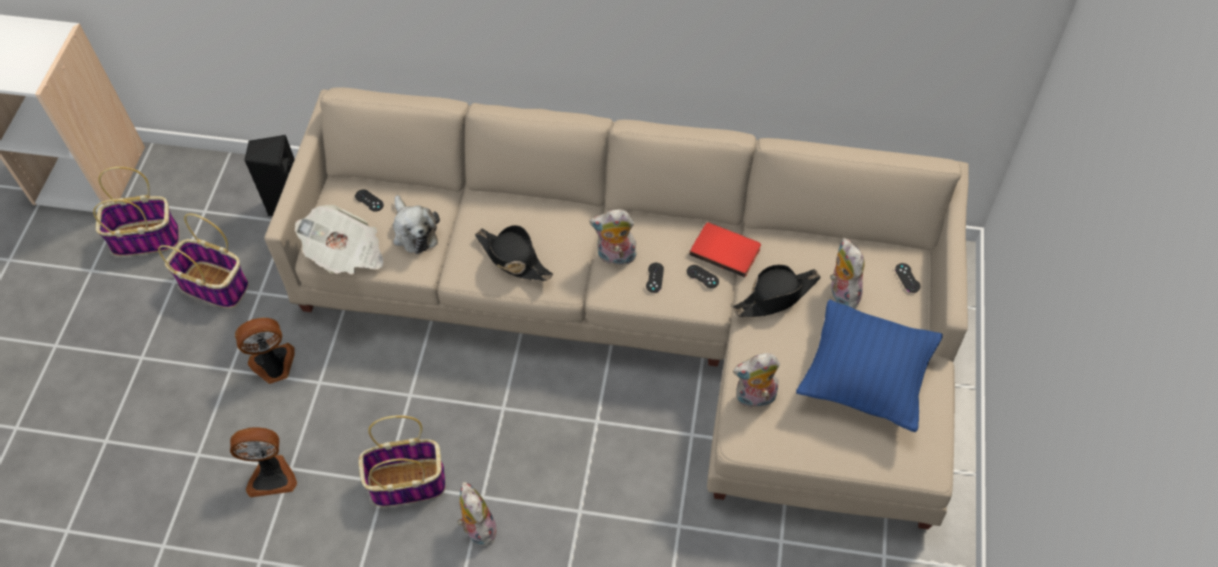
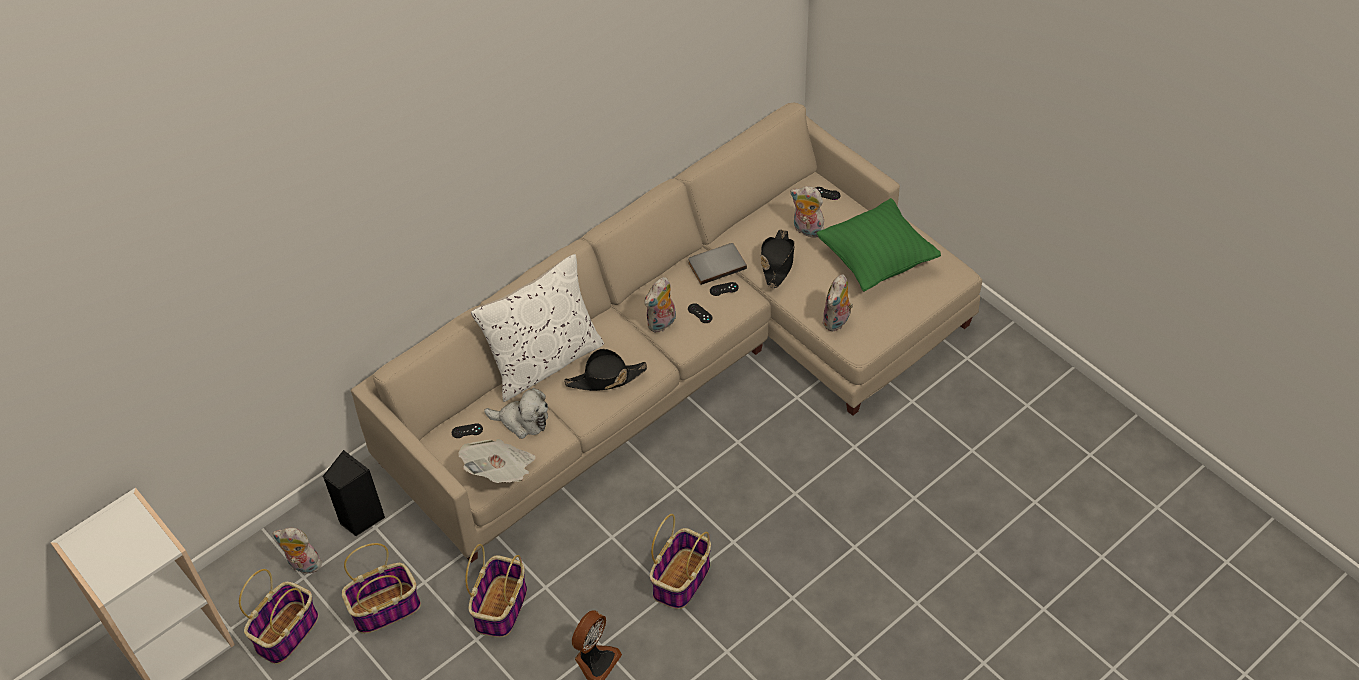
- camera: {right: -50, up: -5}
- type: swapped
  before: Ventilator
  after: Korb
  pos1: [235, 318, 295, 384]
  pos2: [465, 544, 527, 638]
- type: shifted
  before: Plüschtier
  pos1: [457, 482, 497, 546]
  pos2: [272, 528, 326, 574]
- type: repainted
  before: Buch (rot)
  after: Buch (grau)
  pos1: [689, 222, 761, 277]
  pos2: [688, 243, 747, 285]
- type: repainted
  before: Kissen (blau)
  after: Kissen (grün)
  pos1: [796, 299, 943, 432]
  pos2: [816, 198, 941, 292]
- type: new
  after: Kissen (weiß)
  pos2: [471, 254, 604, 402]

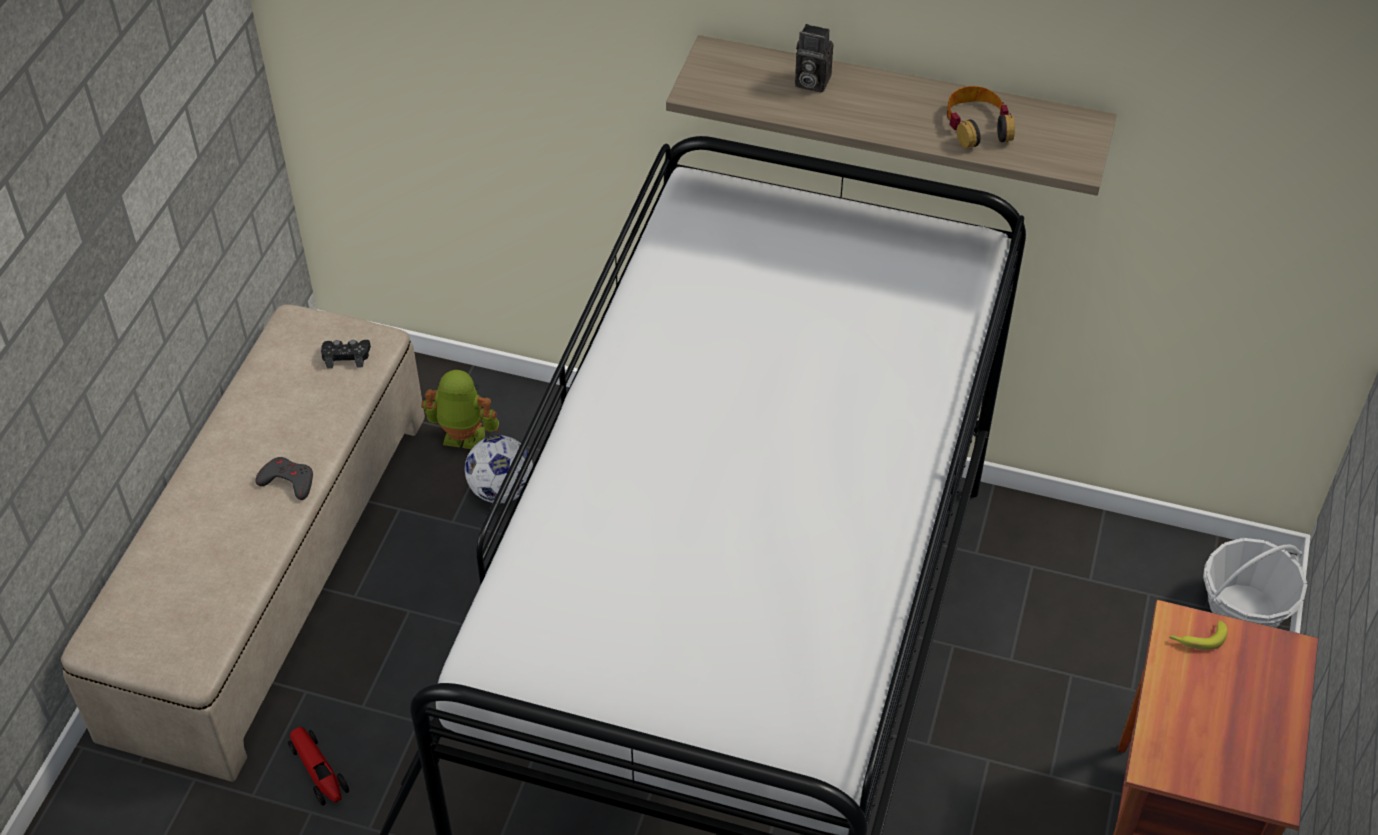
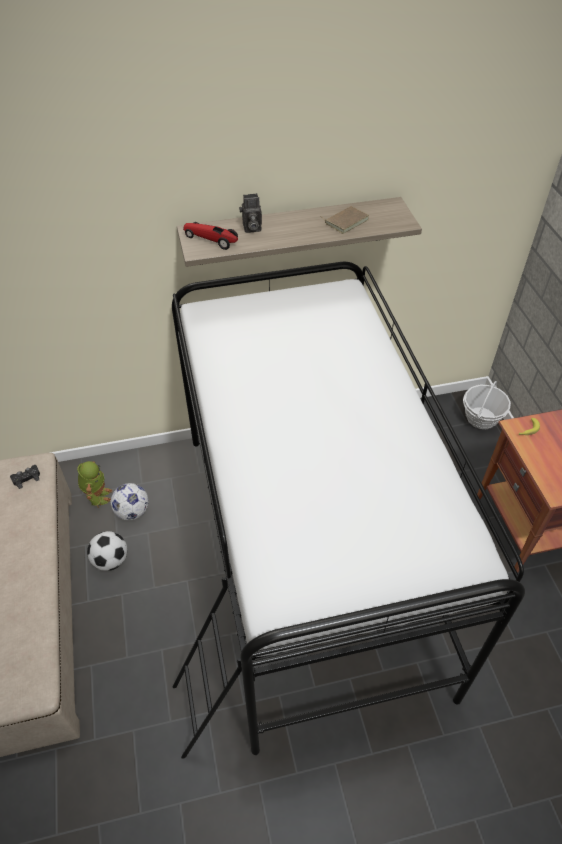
- camera: {right: -30, up: 0}
- type: gone
  before: Gamepad (grau)
  pos1: [255, 457, 313, 500]
- type: shifted
  before: Spielzeugauto
  pos1: [288, 727, 349, 806]
  pos2: [183, 222, 238, 250]
- type: rotated
  before: Spielzeugroboter
  pos1: [421, 370, 499, 449]
  pos2: [77, 461, 112, 508]
  turn: 105
- type: swapped
  before: Kopfhörer
  after: Buch (braun)
  pos1: [947, 86, 1015, 148]
  pos2: [320, 206, 369, 234]
- type: new
  after: Fußball
  pos2: [87, 531, 127, 571]

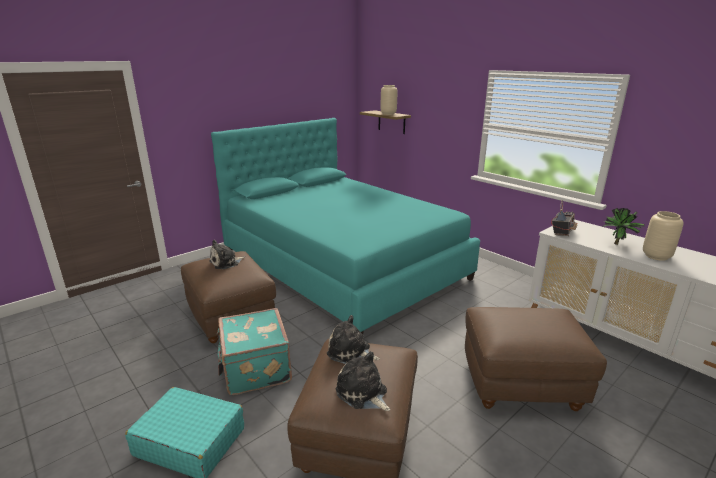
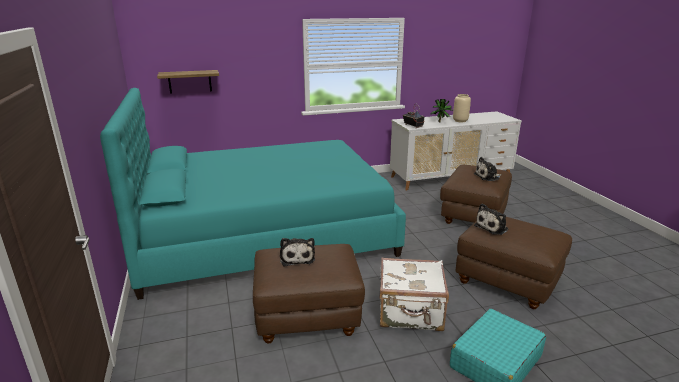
- camera: {right: -65, up: 0}
- type: repainted
  before: Koffer (türkis)
  after: Koffer (weiß)
  pos1: [217, 308, 292, 395]
  pos2: [379, 258, 449, 331]
- type: shifted
  before: Plüschtier
  pos1: [336, 351, 390, 411]
  pos2: [474, 157, 502, 181]
- type: gone
  before: Vase (beige)
  pos1: [381, 85, 397, 115]

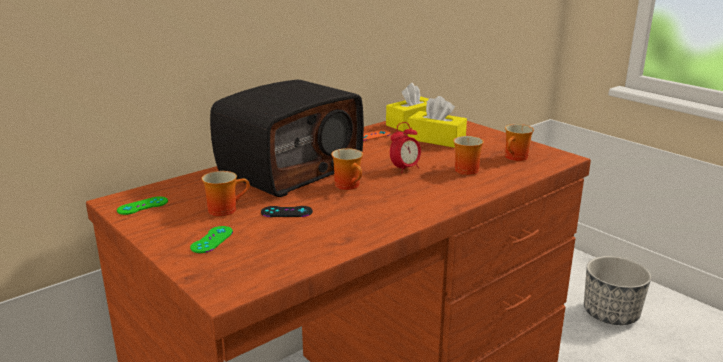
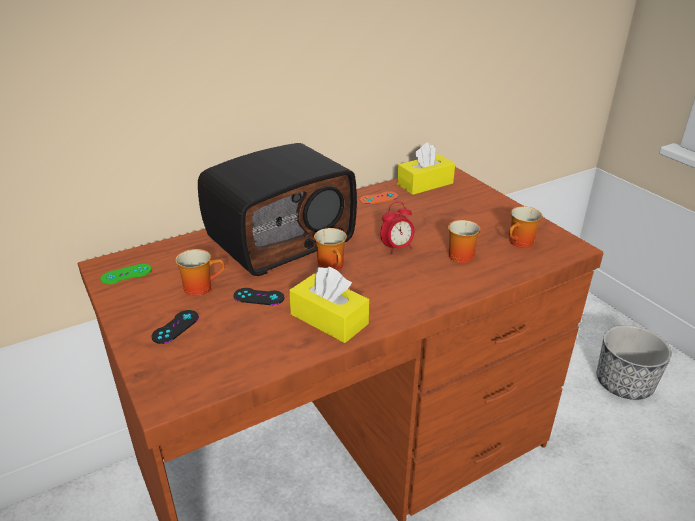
- camera: {right: 10, up: 10}
- type: repainted
  before: Gamepad (grün)
  after: Gamepad (schwarz)
  pos1: [190, 226, 233, 253]
  pos2: [151, 310, 199, 344]
- type: shifted
  before: Taschentuchbox (gelb)
  pos1: [408, 96, 467, 148]
  pos2: [289, 267, 369, 343]

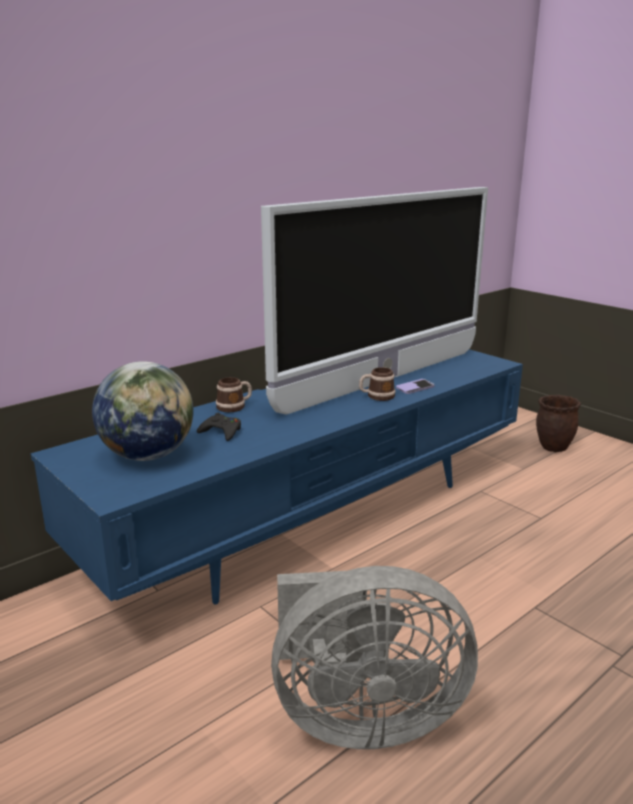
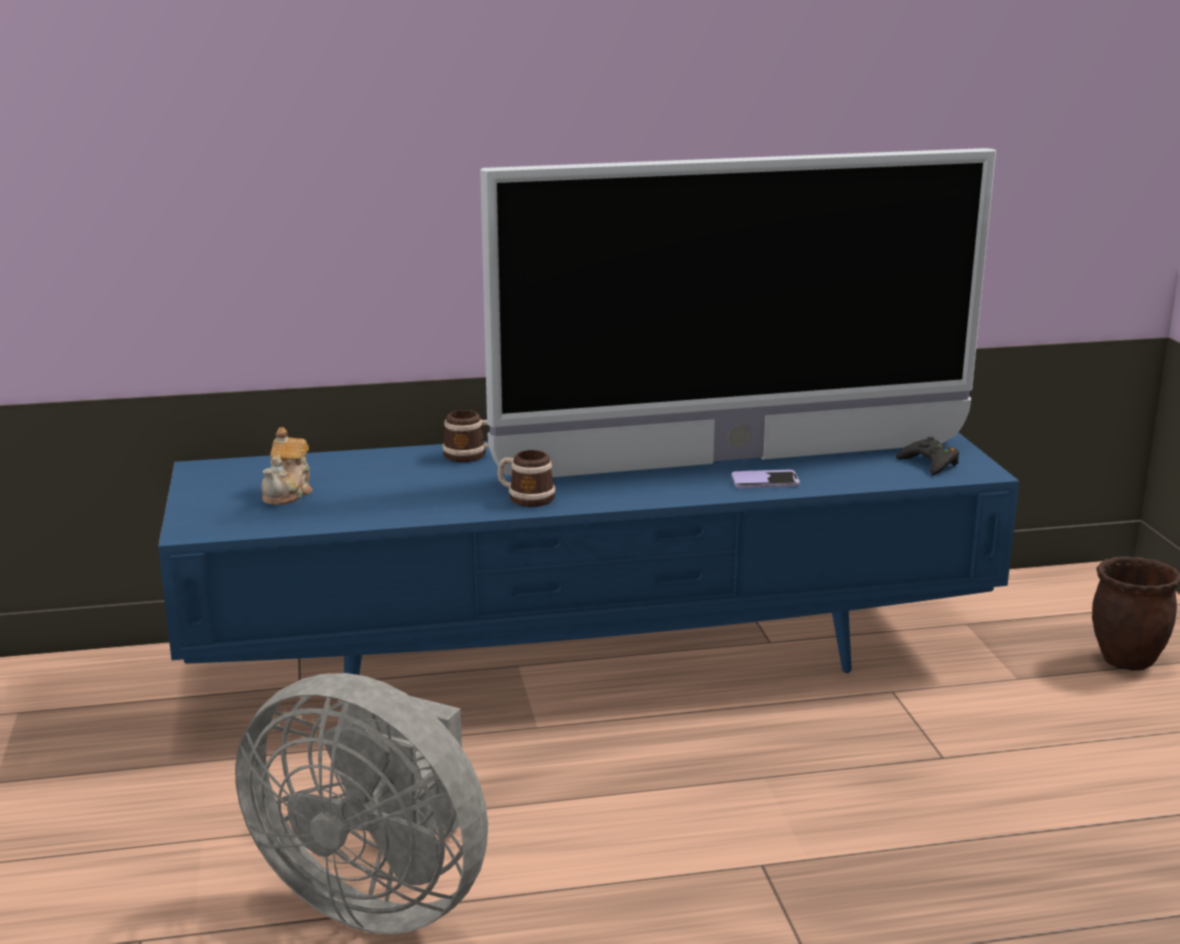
- camera: {right: 30, up: 0}
- type: swapped
  before: Globus
  after: Teekanne
  pos1: [92, 361, 194, 461]
  pos2: [261, 427, 313, 505]
- type: shifted
  before: Gamepad (schwarz)
  pos1: [197, 413, 241, 441]
  pos2: [896, 437, 959, 475]
- type: shifted
  before: Henkelbecher
  pos1: [359, 367, 396, 401]
  pos2: [497, 450, 555, 507]

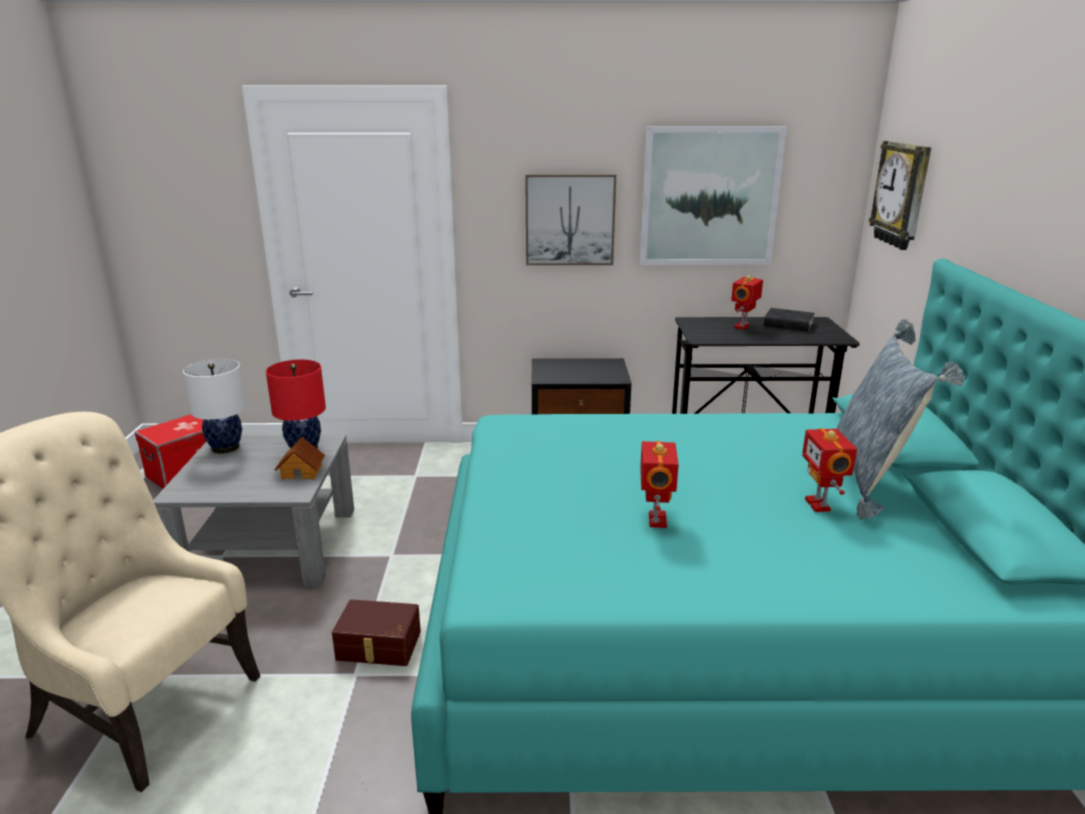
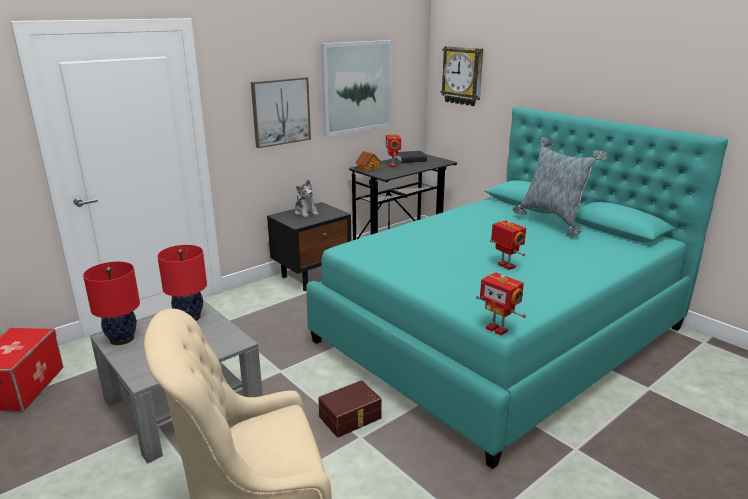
- camera: {right: -40, up: 0}
- type: repainted
  before: Tischlampe (weiß)
  after: Tischlampe (rot)
  pos1: [183, 359, 246, 454]
  pos2: [83, 262, 140, 345]
- type: shifted
  before: Spielzeughaus
  pos1: [275, 437, 325, 480]
  pos2: [355, 151, 382, 172]
- type: shifted
  before: Spielzeugroboter
  pos1: [802, 428, 857, 512]
  pos2: [476, 272, 526, 335]
- type: new
  after: Plüschtier
  pos2: [295, 180, 319, 217]

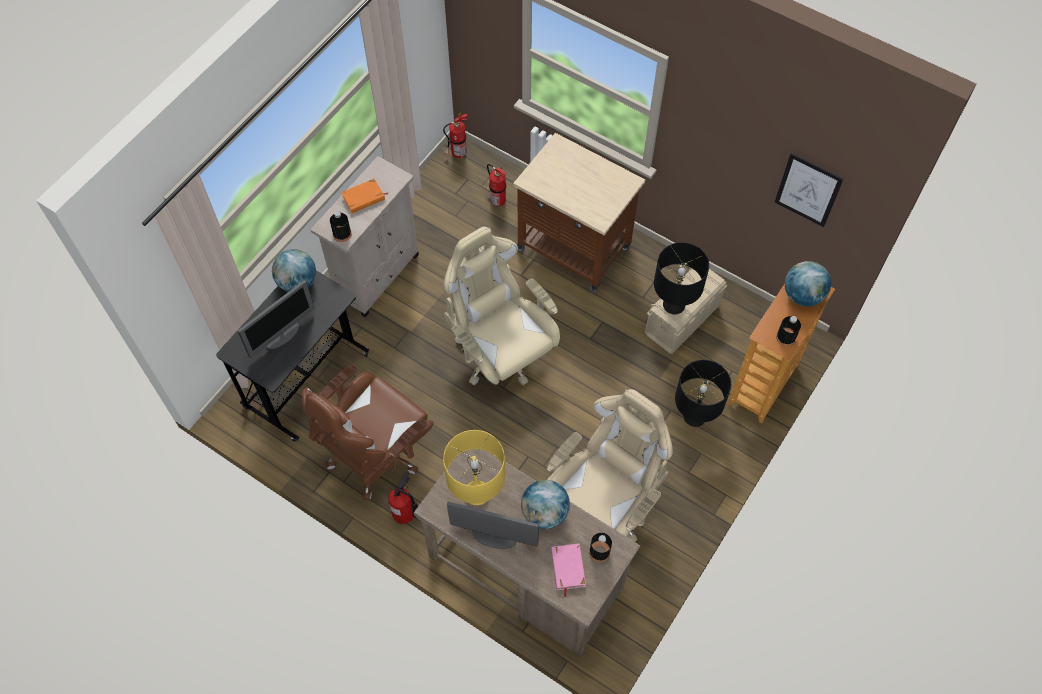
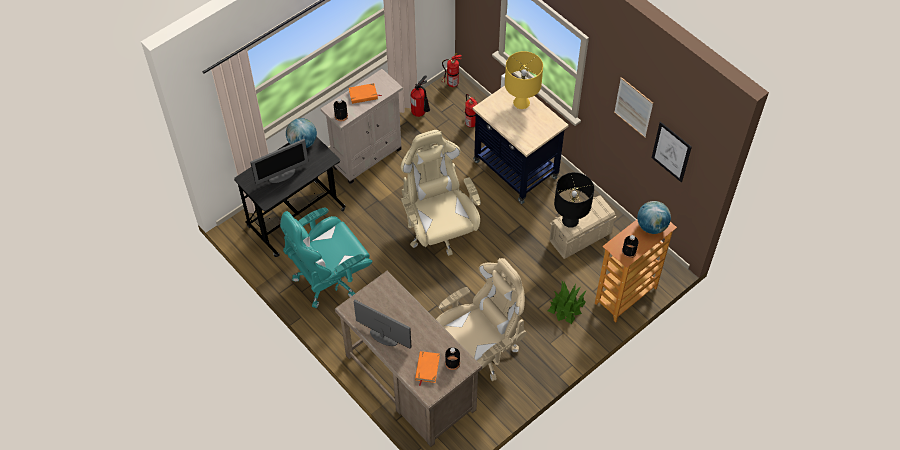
- camera: {right: 15, up: -5}
- type: repainted
  before: Bürostuhl (braun)
  after: Bürostuhl (türkis)
  pos1: [301, 365, 434, 500]
  pos2: [280, 208, 372, 308]
- type: shifted
  before: Feuerlöscher
  pos1: [388, 472, 418, 524]
  pos2: [411, 75, 430, 117]
- type: shifted
  before: Tischlampe (gelb)
  pos1: [443, 430, 505, 505]
  pos2: [505, 51, 543, 109]
- type: repainted
  before: Rollwagen (braun)
  after: Rollwagen (blau)
  pos1: [513, 133, 645, 294]
  pos2: [472, 86, 569, 204]
- type: gone
  before: Globus
  pos1: [521, 480, 570, 529]
- type: repainted
  before: Buch (rosa)
  after: Buch (orange)
  pos1: [551, 543, 586, 597]
  pos2: [415, 351, 440, 386]
- type: swapped
  before: Tischlampe (schwarz)
  after: Topfpflanze
  pos1: [675, 360, 731, 427]
  pos2: [548, 281, 587, 324]
- type: new
  after: Bild
  pos2: [614, 77, 653, 138]

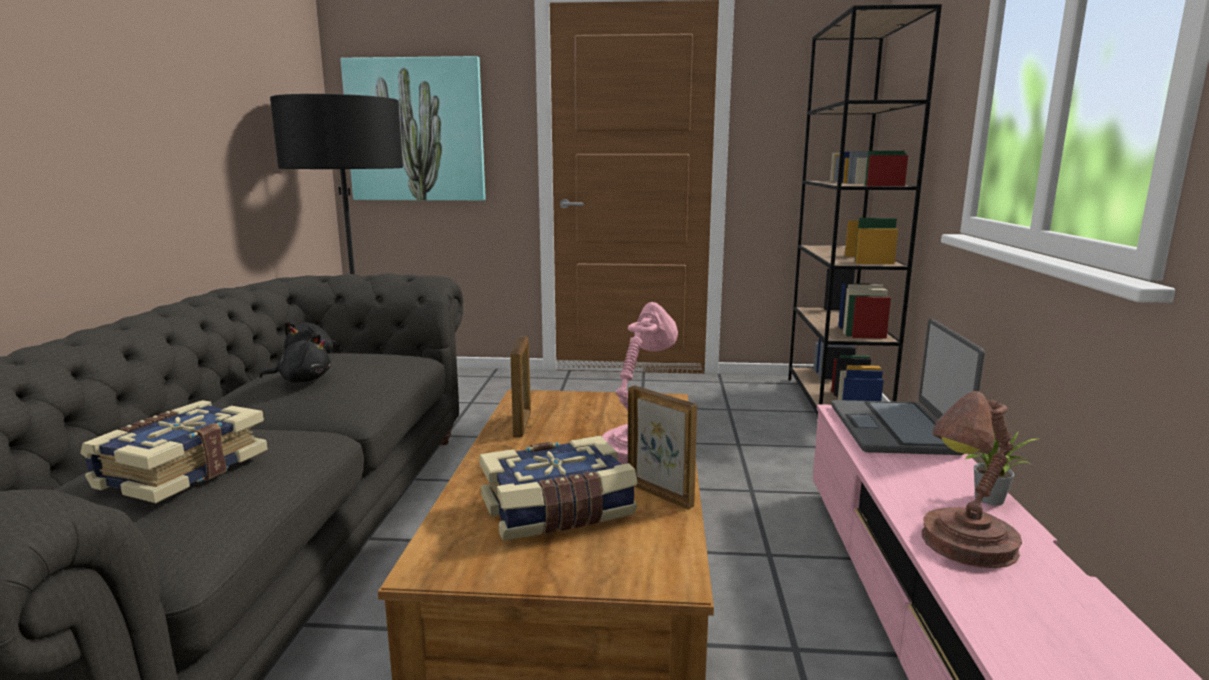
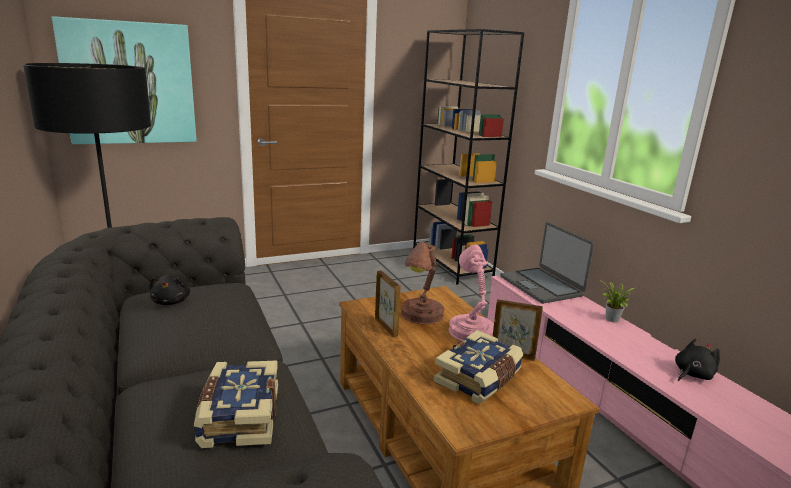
- camera: {right: -30, up: 5}
- type: shifted
  before: Plüschtier (schwarz)
  pos1: [259, 334, 331, 382]
  pos2: [675, 339, 720, 381]
- type: shifted
  before: Tischlampe (braun)
  pos1: [922, 391, 1022, 568]
  pos2: [401, 242, 444, 324]

